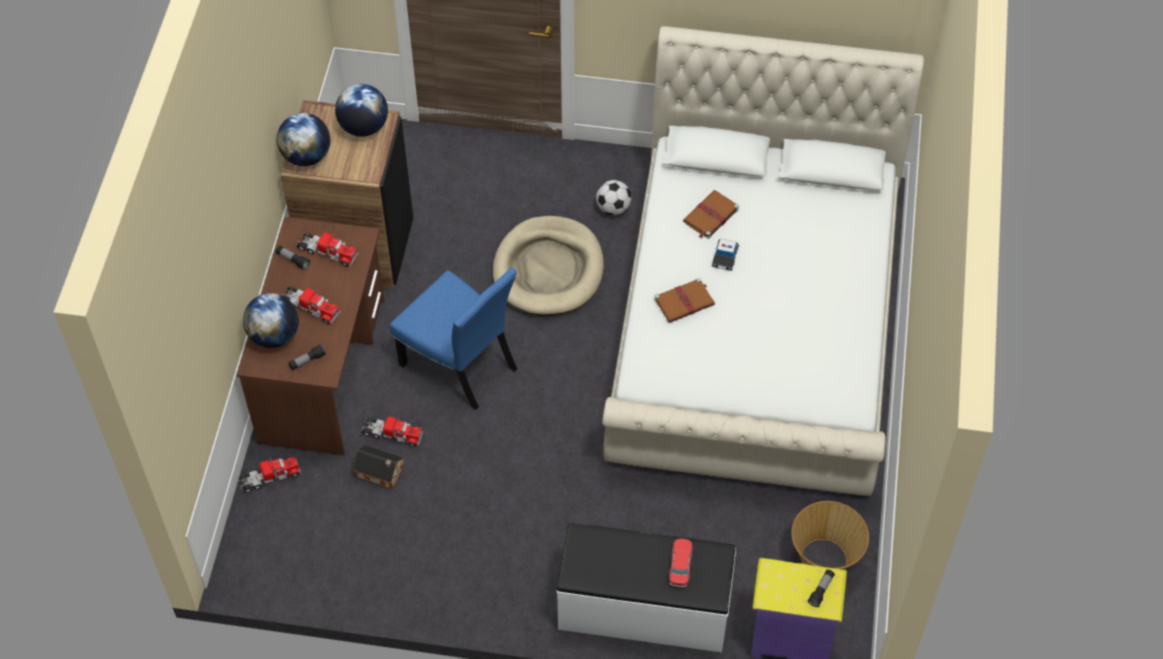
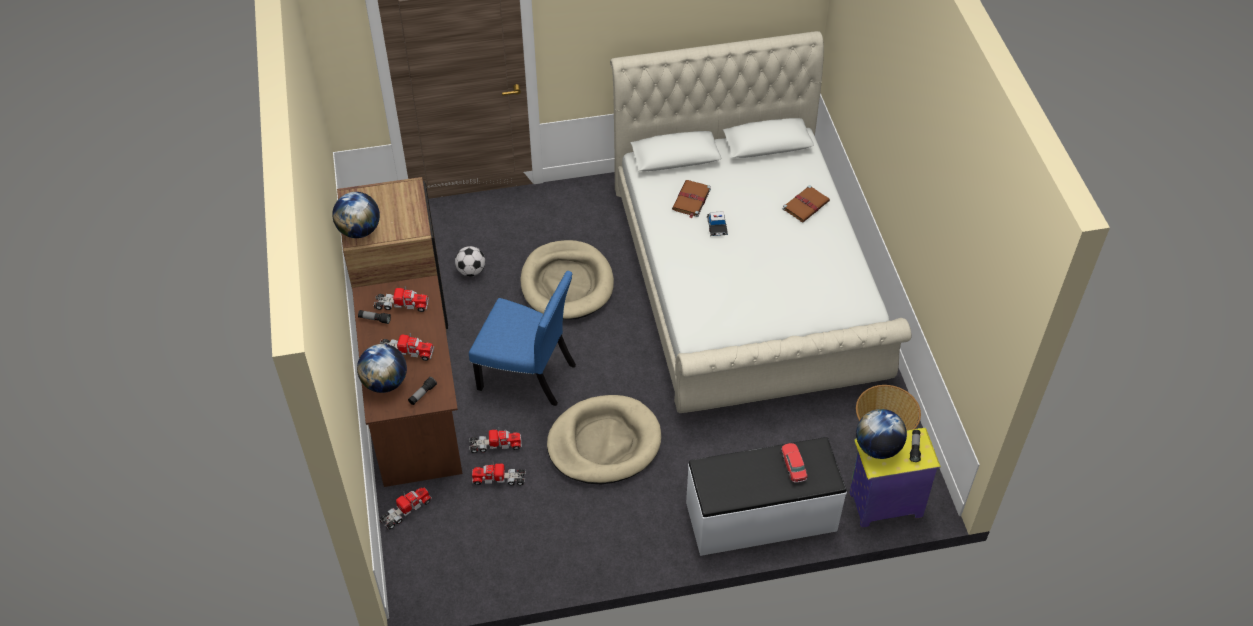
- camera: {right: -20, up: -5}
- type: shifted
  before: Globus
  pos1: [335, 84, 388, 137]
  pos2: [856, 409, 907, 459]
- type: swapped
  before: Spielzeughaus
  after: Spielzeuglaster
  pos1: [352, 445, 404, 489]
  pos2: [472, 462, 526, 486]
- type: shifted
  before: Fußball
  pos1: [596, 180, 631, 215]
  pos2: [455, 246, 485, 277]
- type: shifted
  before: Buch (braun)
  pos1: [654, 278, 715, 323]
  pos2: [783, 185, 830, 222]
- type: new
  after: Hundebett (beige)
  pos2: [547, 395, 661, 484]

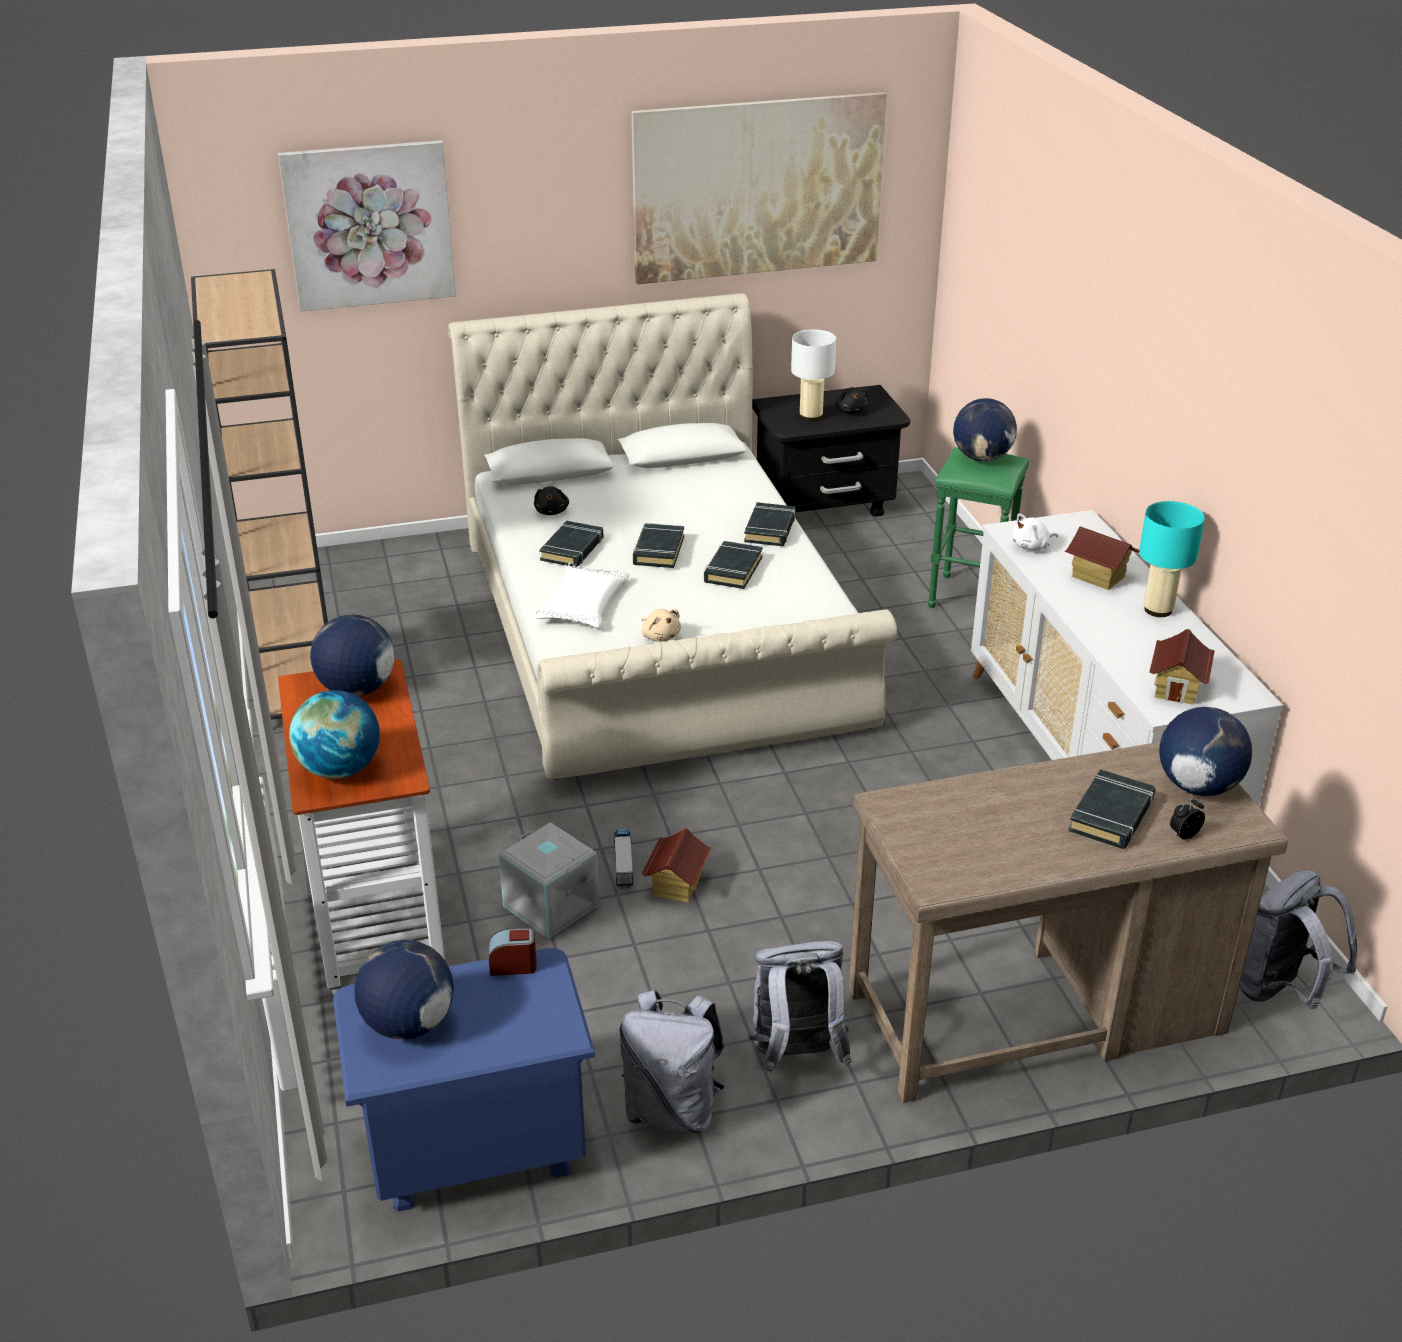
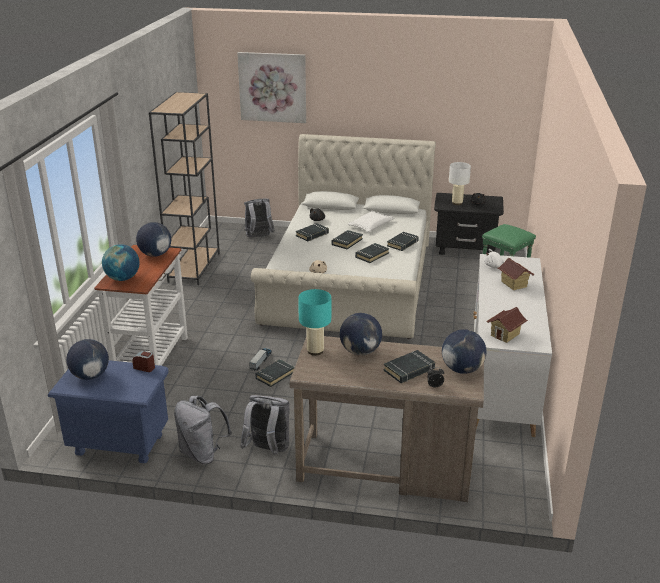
- camera: {right: 25, up: -5}
- type: gone
  before: Aufbewahrungsbox (grau)
  pos1: [499, 822, 599, 939]
- type: shifted
  before: Kissen (weiß)
  pos1: [535, 563, 629, 628]
  pos2: [348, 210, 395, 232]
- type: gone
  before: Bild
  pos1: [631, 92, 887, 284]
- type: swapped
  before: Spielzeughaus
  after: Buch (schwarz)
  pos1: [641, 828, 712, 903]
  pos2: [255, 359, 295, 387]
- type: shifted
  before: Globus
  pos1: [953, 398, 1017, 461]
  pos2: [340, 313, 382, 355]
- type: shifted
  before: Tischlampe (türkis)
  pos1: [1139, 501, 1205, 617]
  pos2: [298, 289, 331, 356]
- type: shifted
  before: Rucksack (grau)
  pos1: [1239, 870, 1357, 1009]
  pos2: [244, 199, 275, 237]

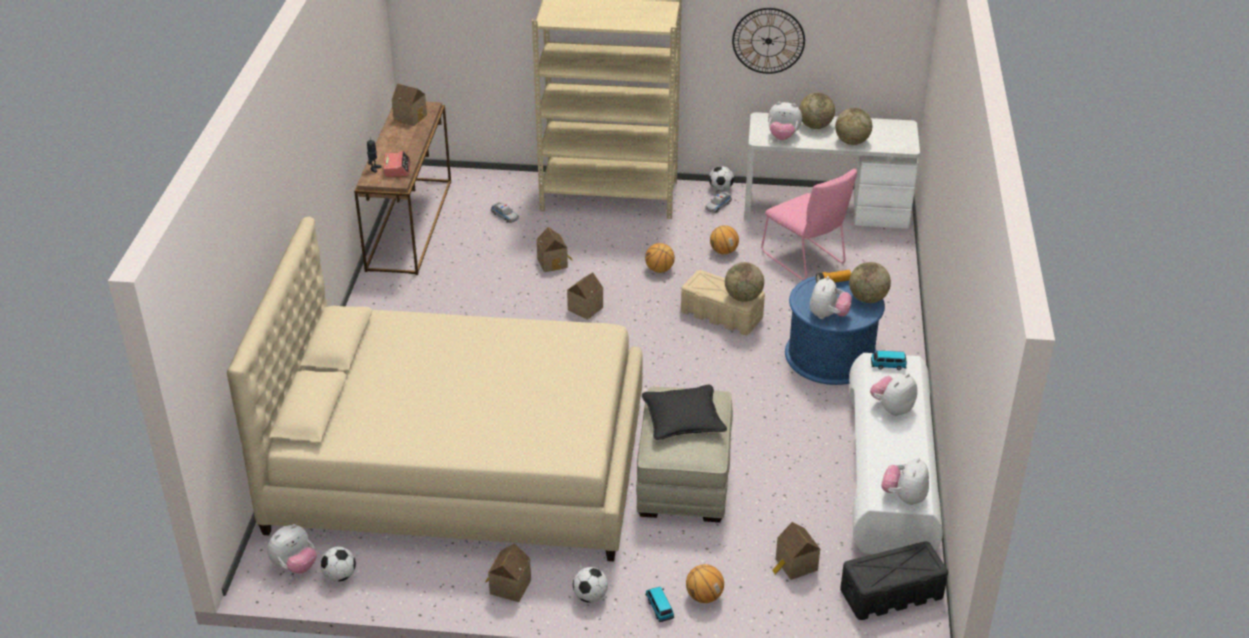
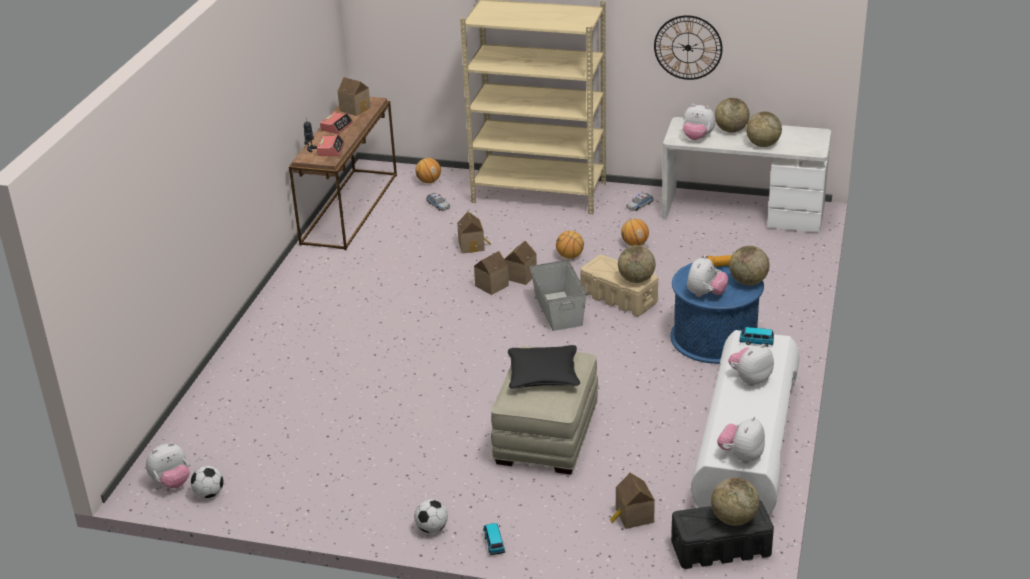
- camera: {right: 10, up: -5}
- type: gone
  before: Bett (beige)
  pos1: [227, 217, 643, 561]
- type: shifted
  before: Spielzeughaus
  pos1: [485, 543, 531, 602]
  pos2: [504, 241, 537, 285]
- type: shifted
  before: Basketball
  pos1: [686, 564, 724, 603]
  pos2: [415, 158, 441, 183]
- type: gone
  before: Fußball
  pos1: [709, 166, 734, 191]
- type: gone
  before: Stuhl (rosa)
  pos1: [761, 169, 857, 280]
- type: new
  after: Wecker
  pos2: [320, 112, 353, 134]
- type: new
  after: Aufbewahrungsbox (grau)
  pos2: [530, 260, 587, 331]
- type: new
  after: Globus
  pos2: [711, 477, 759, 526]

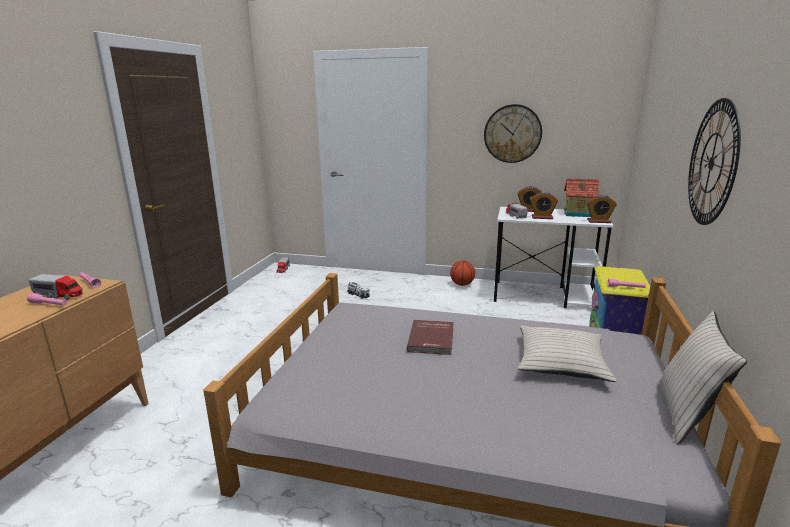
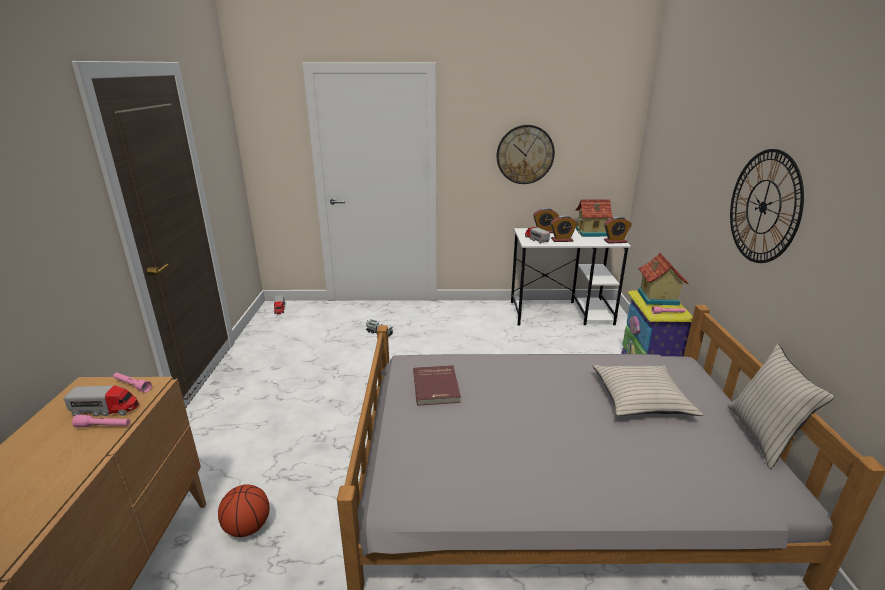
- camera: {right: -15, up: 5}
- type: shifted
  before: Buch (rot)
  pos1: [407, 320, 454, 355]
  pos2: [413, 365, 461, 406]
- type: shifted
  before: Basketball
  pos1: [450, 261, 475, 286]
  pos2: [218, 484, 269, 537]
- type: new
  after: Spielzeughaus
  pos2: [638, 253, 689, 306]

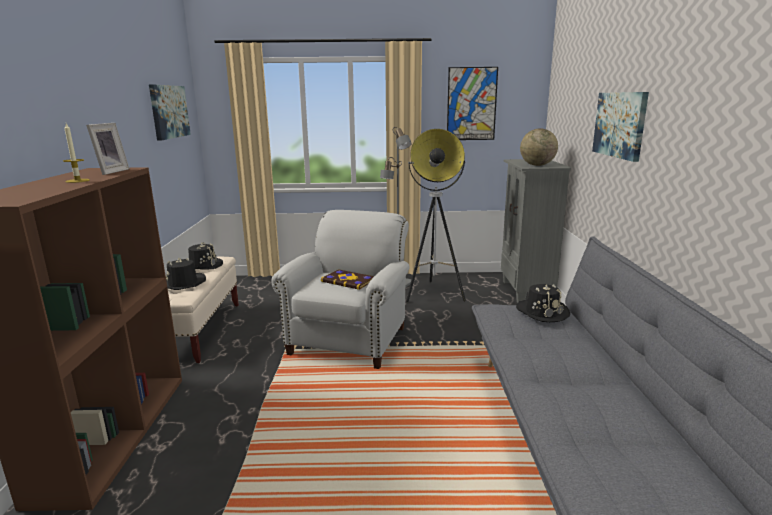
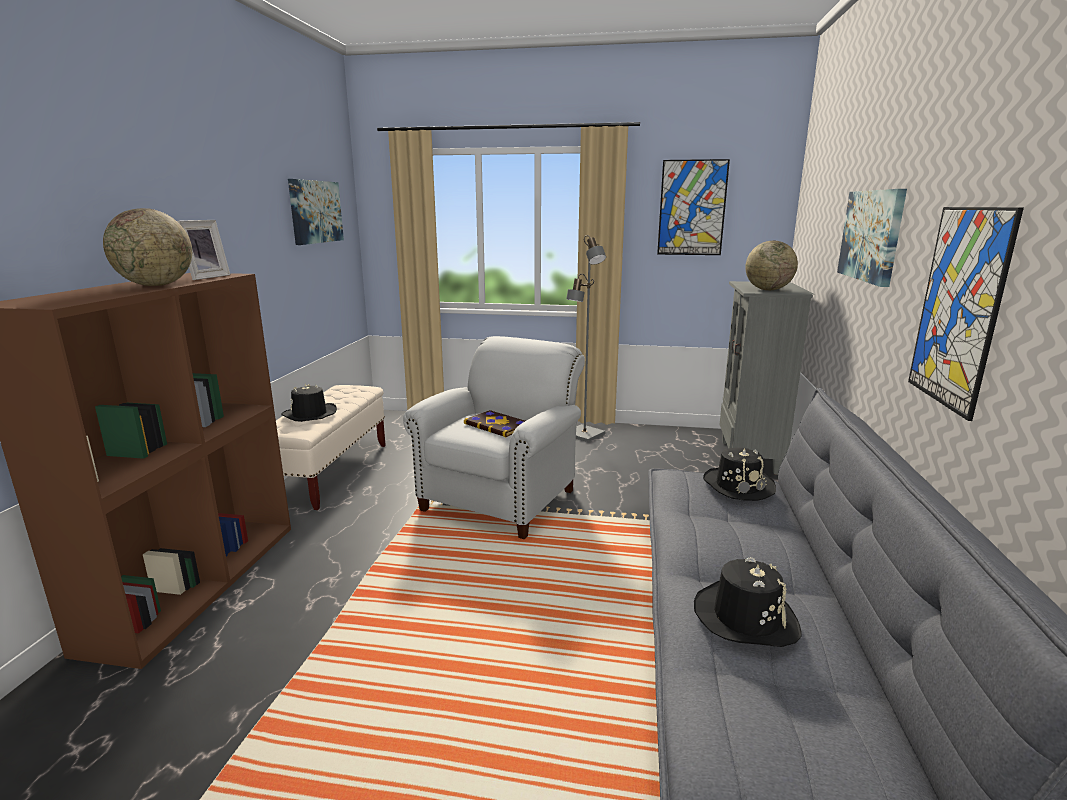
- camera: {right: 10, up: 0}
- type: swapped
  before: Kerze
  after: Globus
  pos1: [63, 123, 90, 183]
  pos2: [103, 208, 192, 286]
- type: shifted
  before: Hut (schwarz)
  pos1: [188, 242, 223, 270]
  pos2: [694, 557, 802, 647]
- type: gone
  before: Stehlampe
  pos1: [406, 129, 466, 302]
- type: new
  after: Bild
  pos2: [908, 207, 1024, 421]

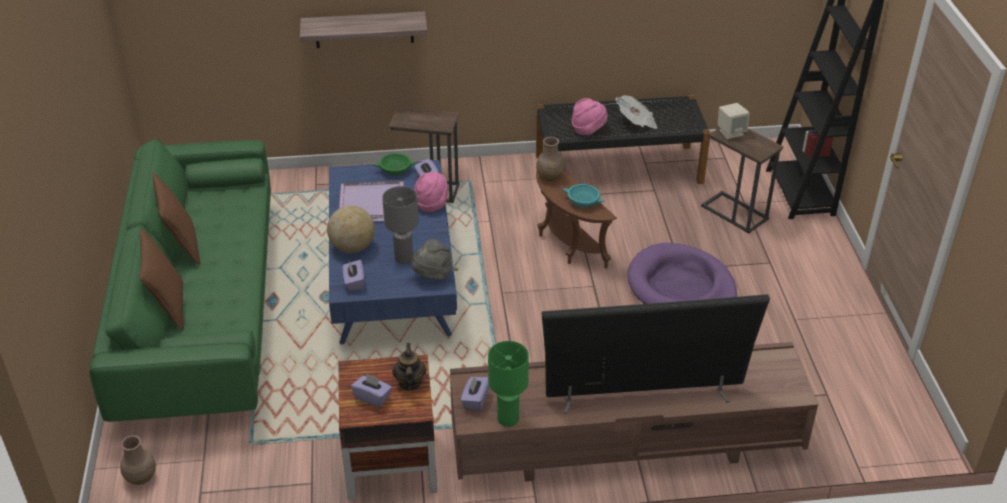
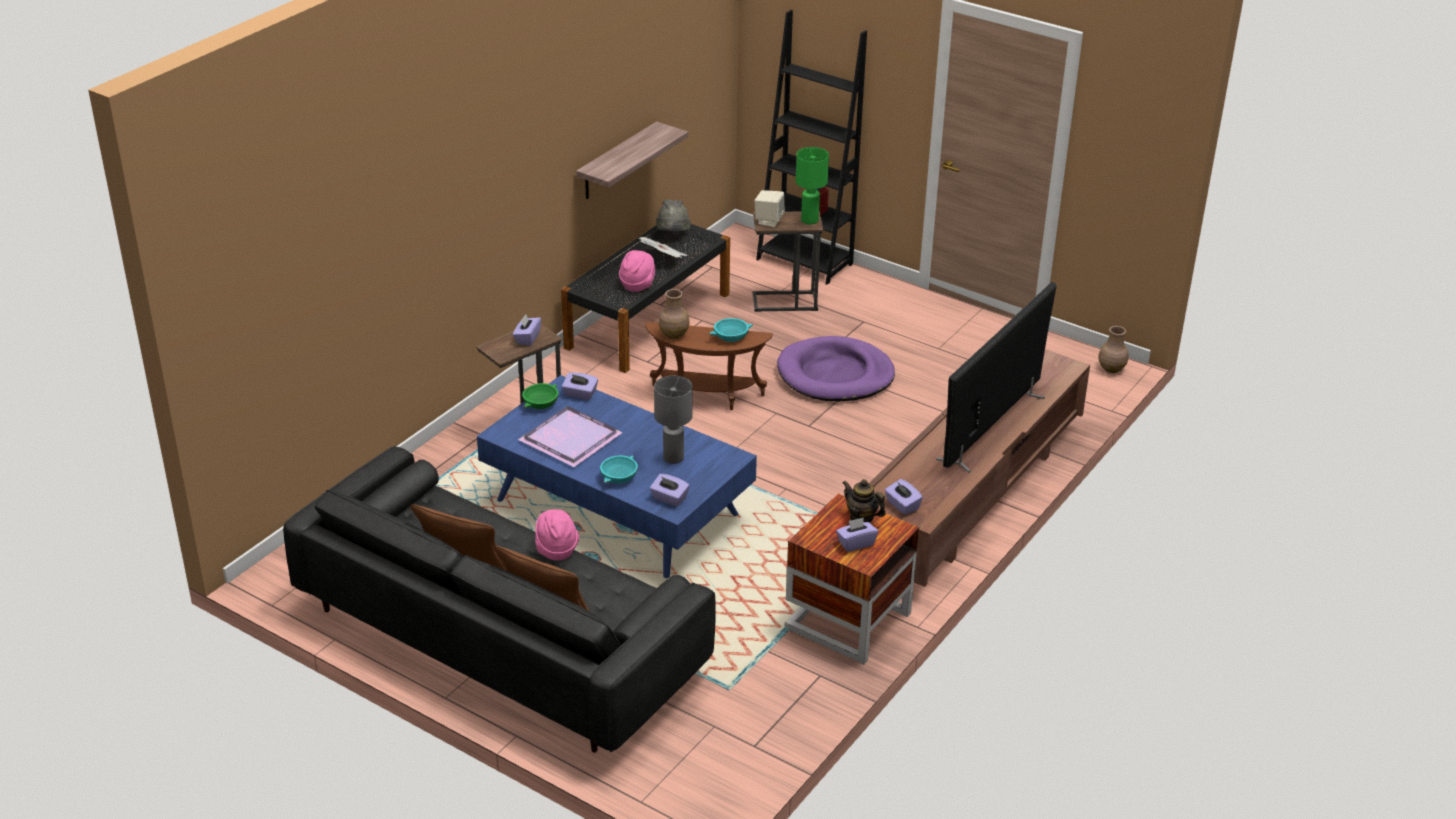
- camera: {right: -50, up: -5}
- type: repainted
  before: Sofa (grün)
  after: Sofa (schwarz)
  pos1: [89, 139, 271, 422]
  pos2: [283, 446, 716, 753]
- type: shifted
  before: Vase (braun)
  pos1: [120, 435, 156, 485]
  pos2: [1098, 326, 1128, 373]
- type: shifted
  before: Wandregal
  pos1: [300, 11, 428, 48]
  pos2: [576, 122, 688, 199]
- type: swapped
  before: Globus
  after: Schüssel (türkis)
  pos1: [327, 206, 375, 253]
  pos2: [600, 455, 638, 483]
- type: shifted
  before: Hut (grau)
  pos1: [411, 239, 452, 280]
  pos2: [656, 199, 691, 231]
- type: shifted
  before: Hut (rosa)
  pos1: [414, 172, 448, 212]
  pos2: [535, 509, 579, 560]
- type: shifted
  before: Tischlampe (grün)
  pos1: [488, 341, 529, 427]
  pos2: [796, 147, 829, 224]
- type: new
  after: Taschentuchbox (lila)
  pos2: [513, 314, 541, 346]

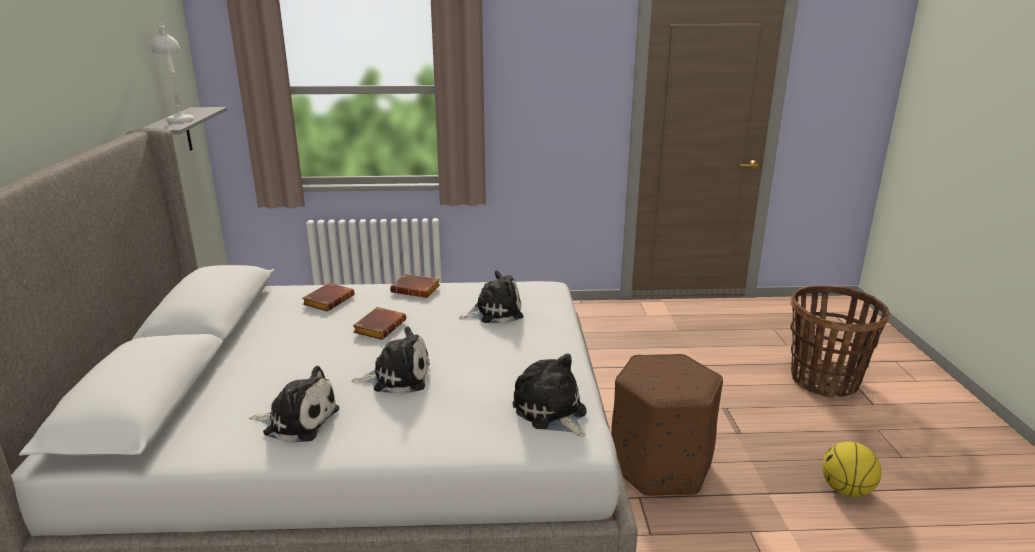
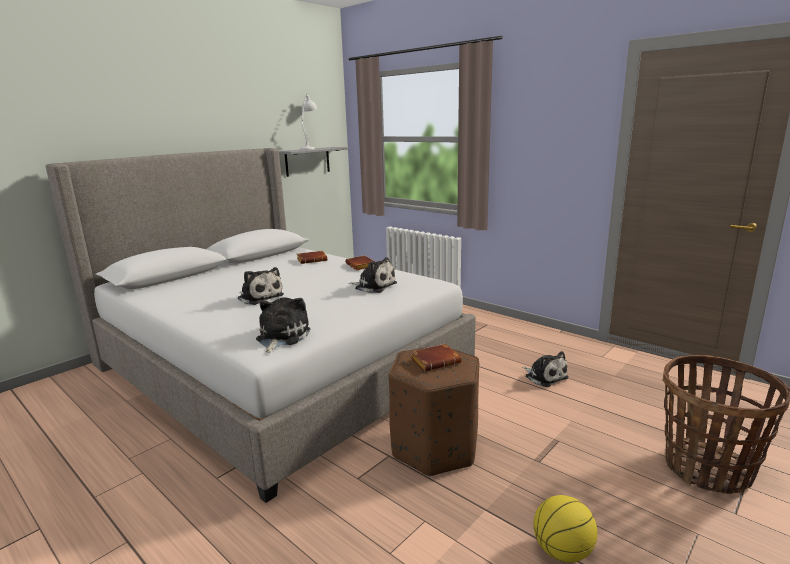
- camera: {right: 45, up: -5}
- type: shifted
  before: Plüschtier
  pos1: [249, 366, 339, 443]
  pos2: [522, 351, 569, 387]
- type: shifted
  before: Buch (braun)
  pos1: [353, 307, 406, 340]
  pos2: [411, 344, 461, 372]

